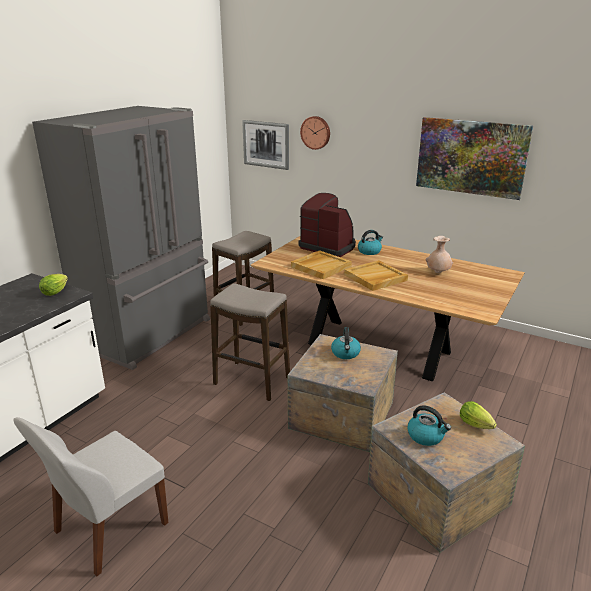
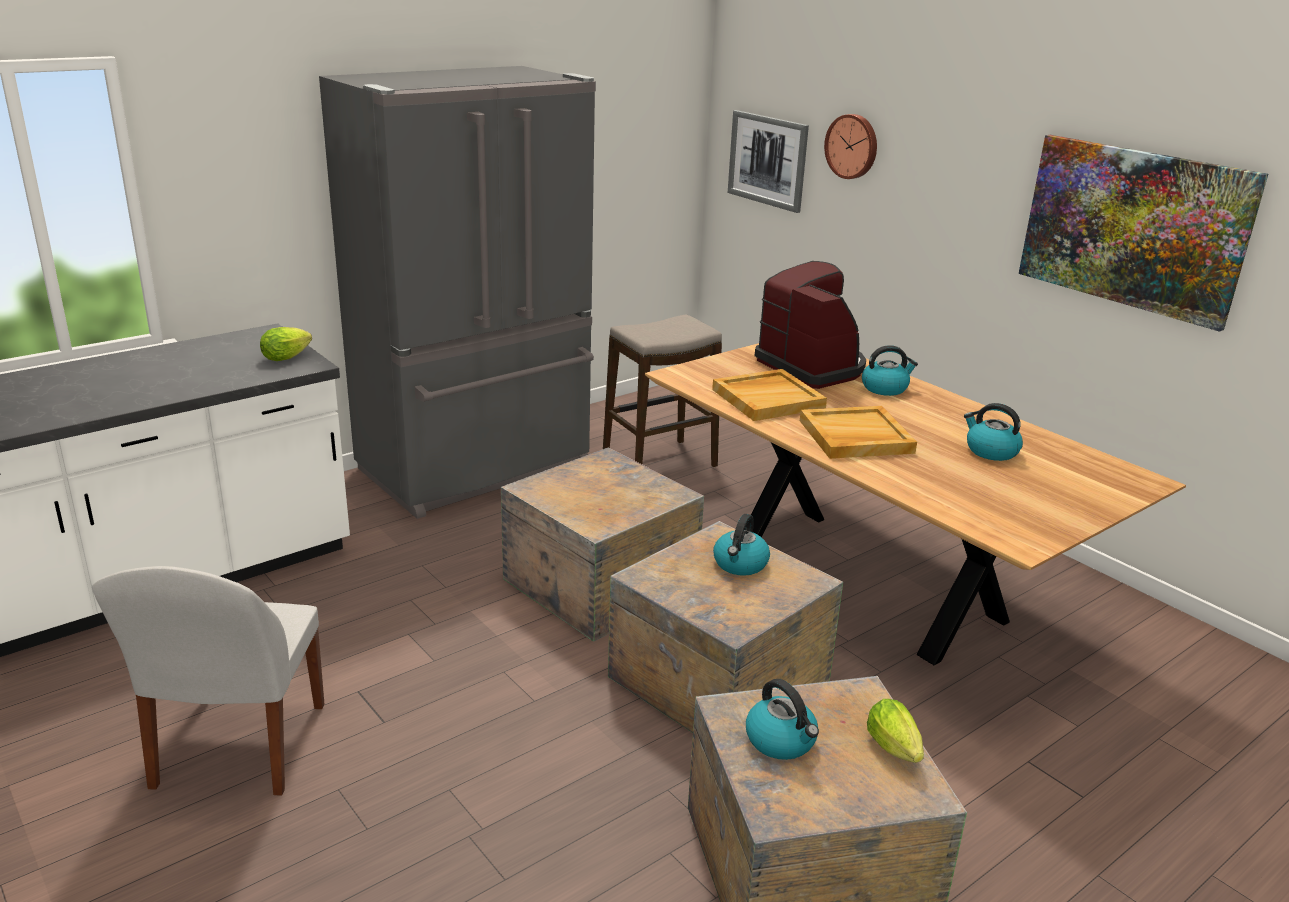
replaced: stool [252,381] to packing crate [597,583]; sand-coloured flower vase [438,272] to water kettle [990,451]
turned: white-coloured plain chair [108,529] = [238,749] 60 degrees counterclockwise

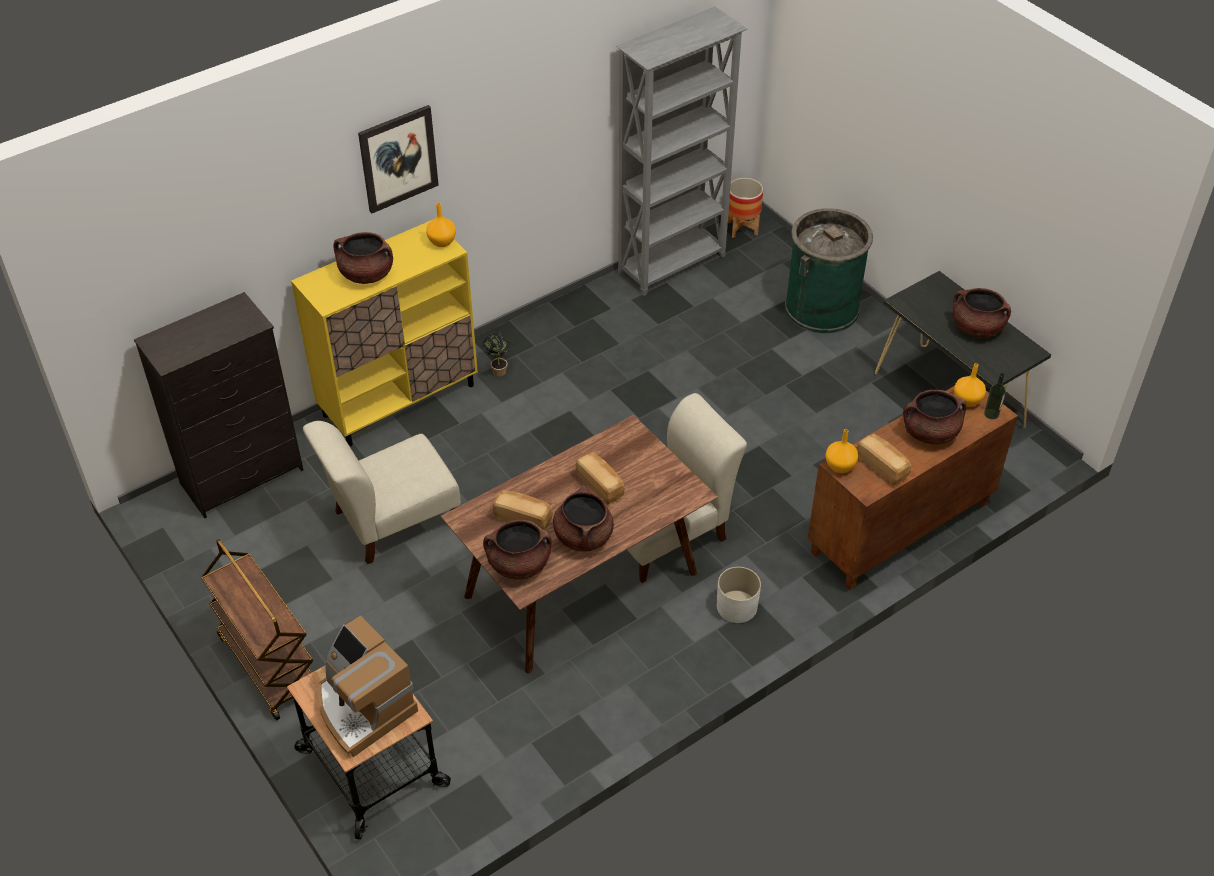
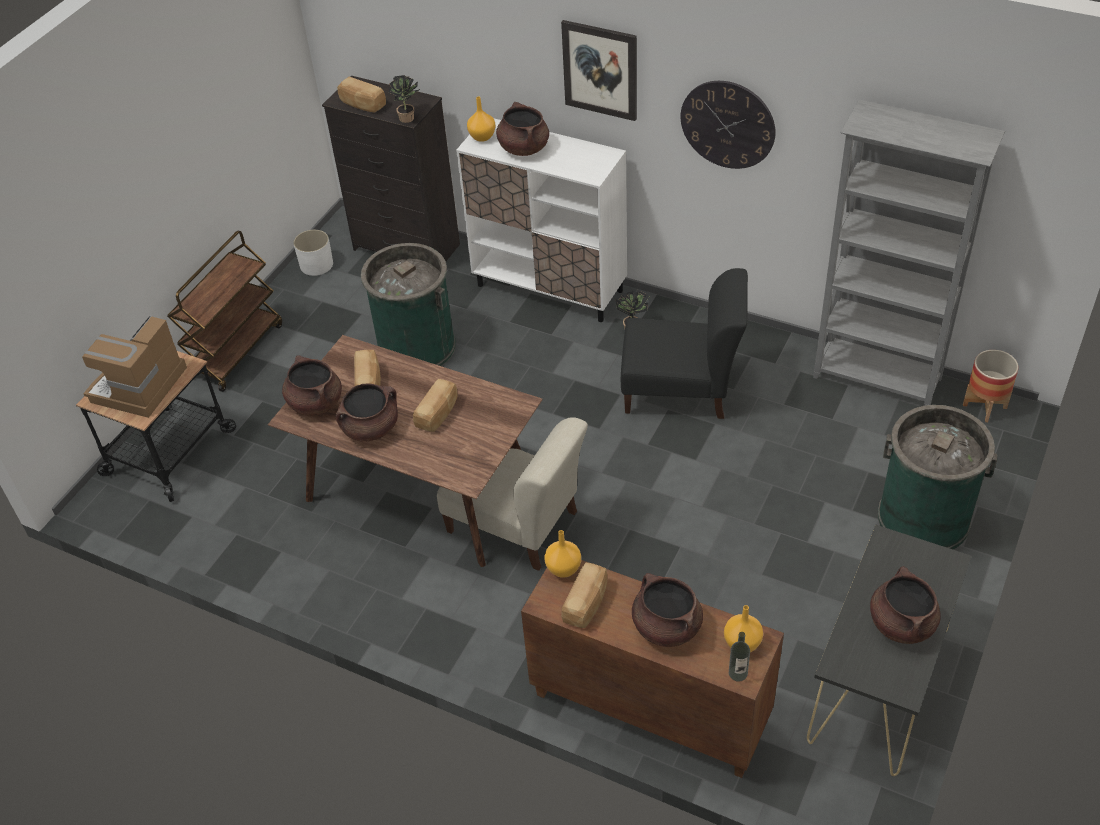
added: baked bread [362,104]; potted plant [409,119]; black plain chair [681,390]; hanging clock [727,124]
moved: orange flower vase [441,242] to [482,136]; white-coloured plant pot [736,606] to [316,264]
replaced: sand-coloured plain chair [391,520] to greenish trash can [416,346]
recoloured: yellow-coloured cabinet [399,400] to white-coloured cabinet [550,288]

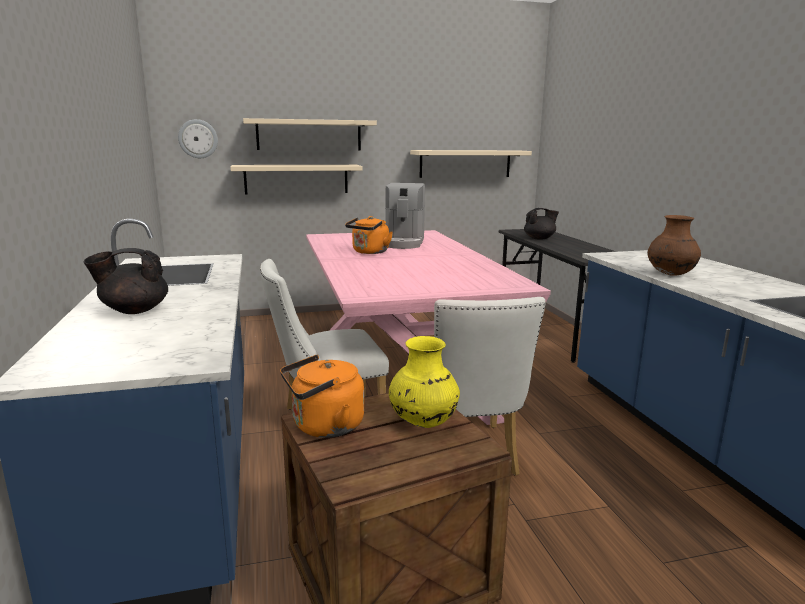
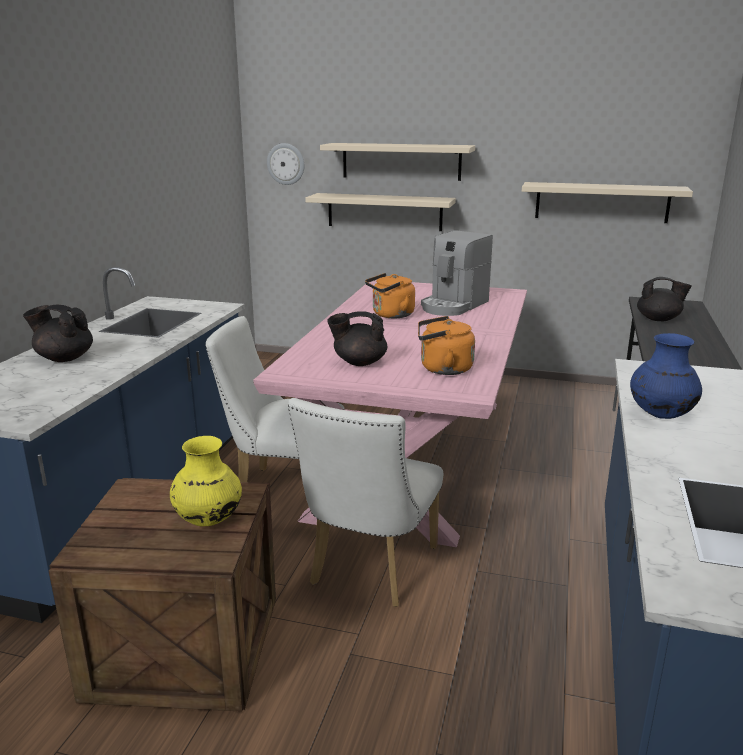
added: black tea pot [359,362]
moved: orange water kettle [324,427] to [442,369]
recoloured: brown-coloured flower vase [670,274] to blue-coloured flower vase [660,415]

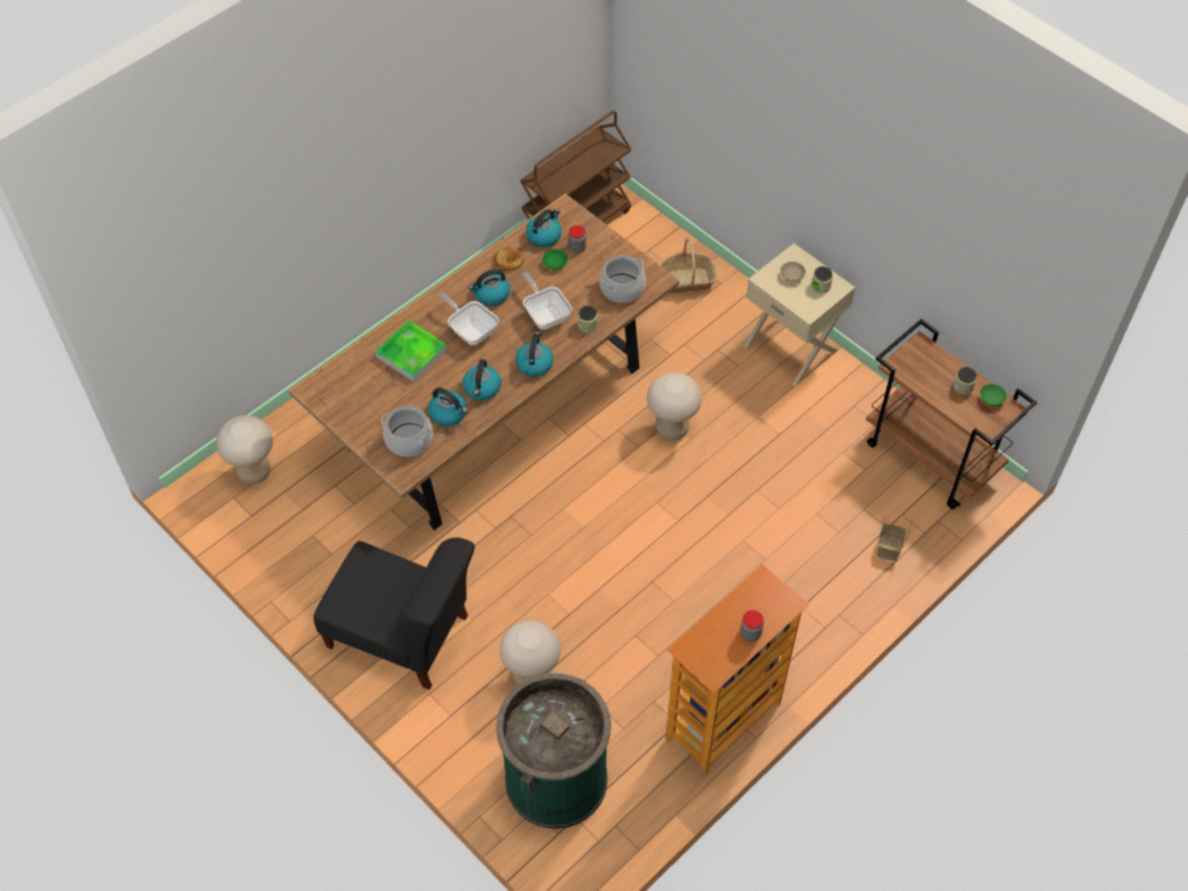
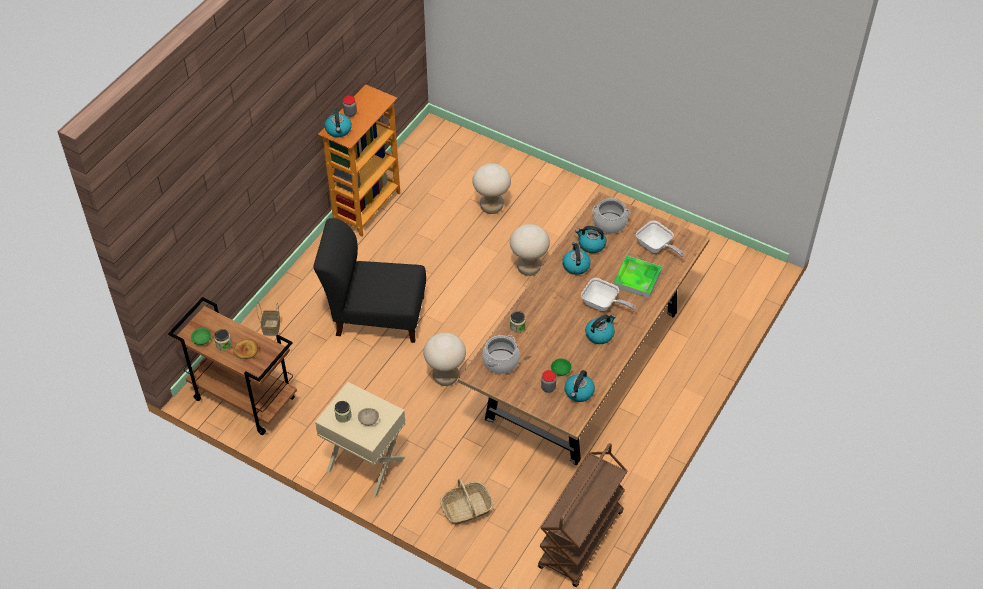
removed: greenish trash can [556,779]
moved: sand-coloured stool [254,472] to [528,268]; black plain chair [403,635] to [375,315]; baked bread [508,261] to [246,350]; water kettle [534,363] to [338,130]; frying pan [545,314] to [656,247]

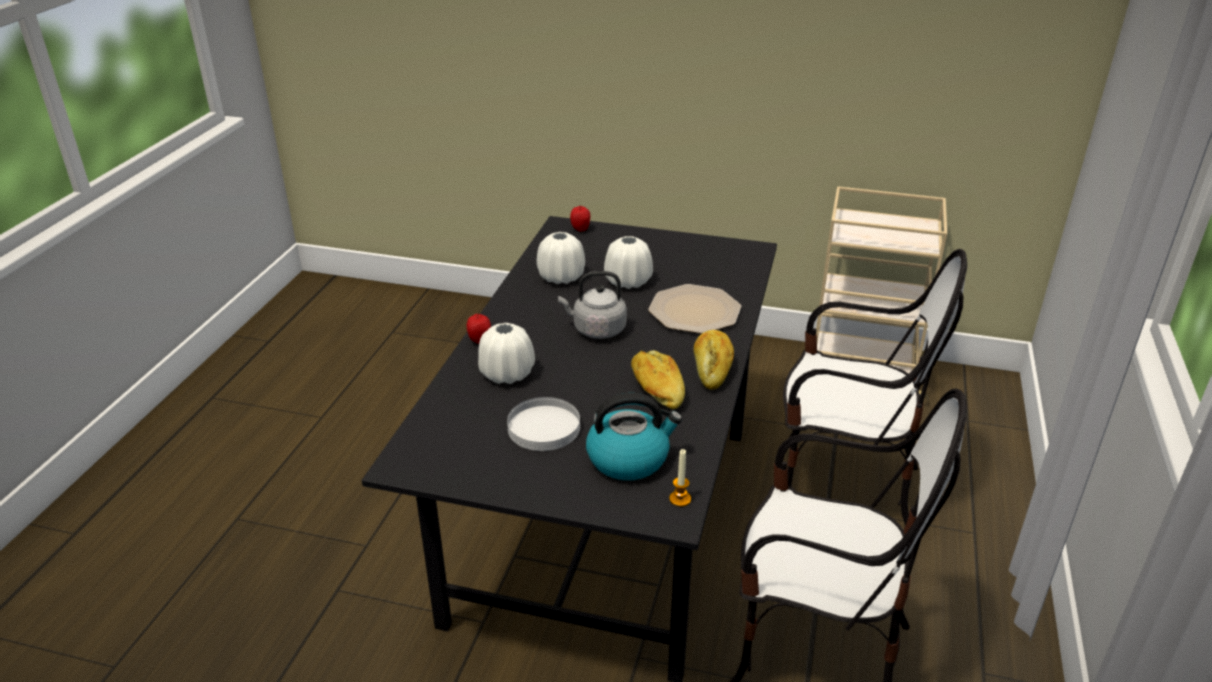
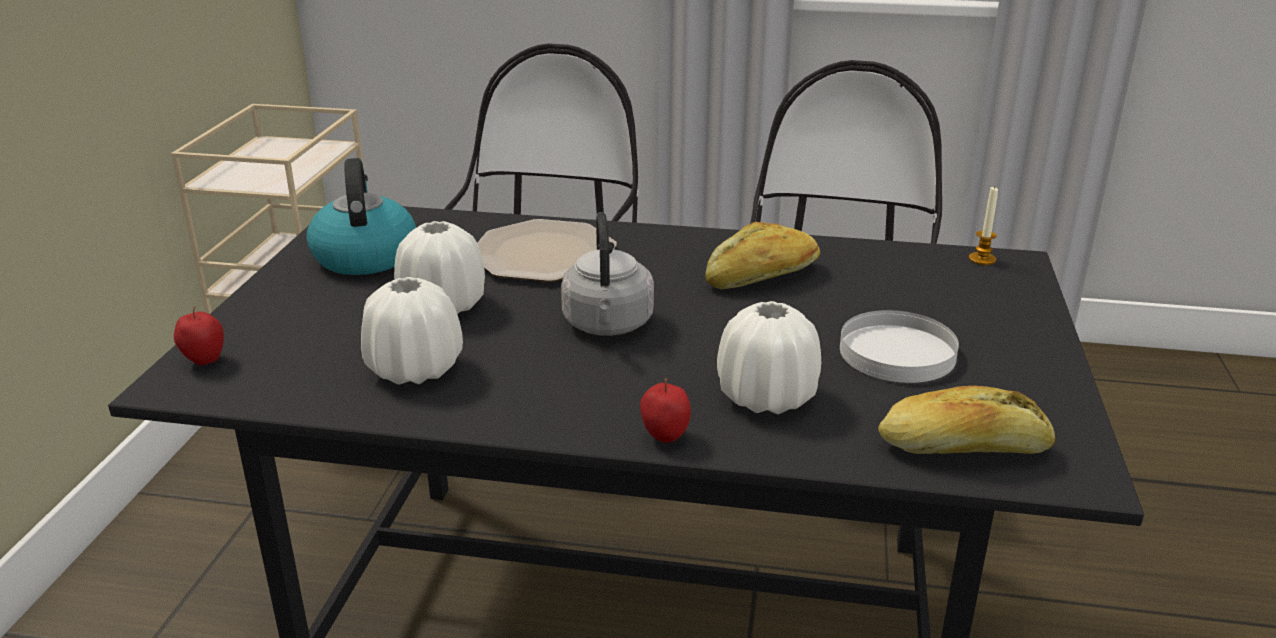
moved: water kettle [629,458] to [364,256]; baked bread [712,368] to [963,448]

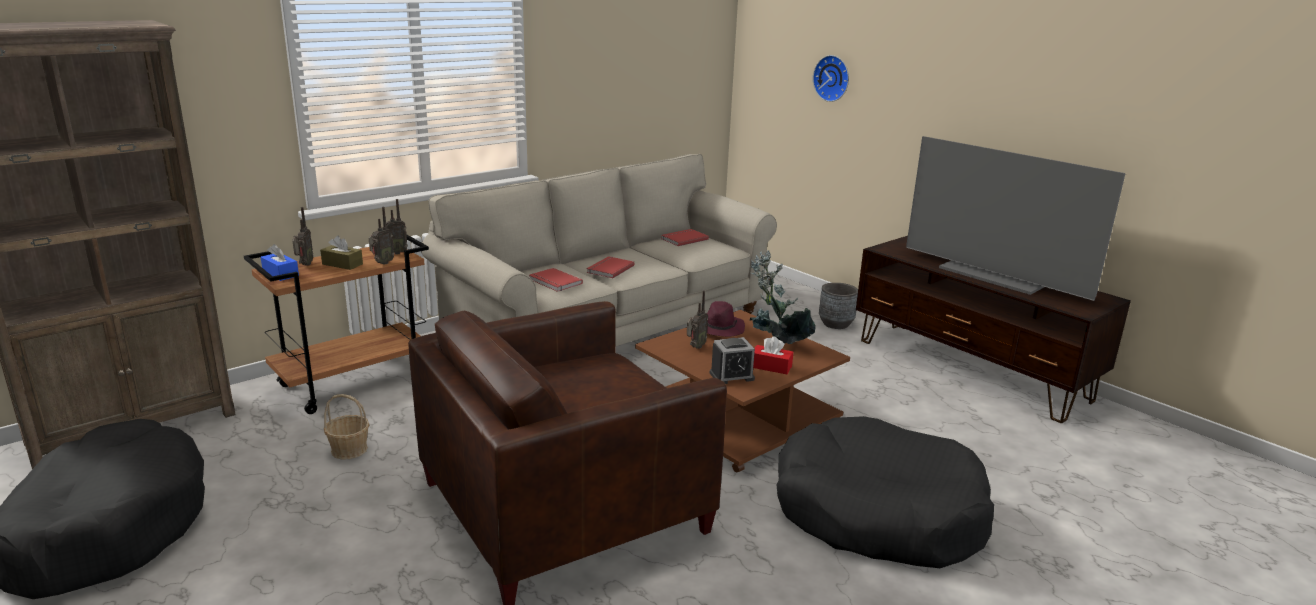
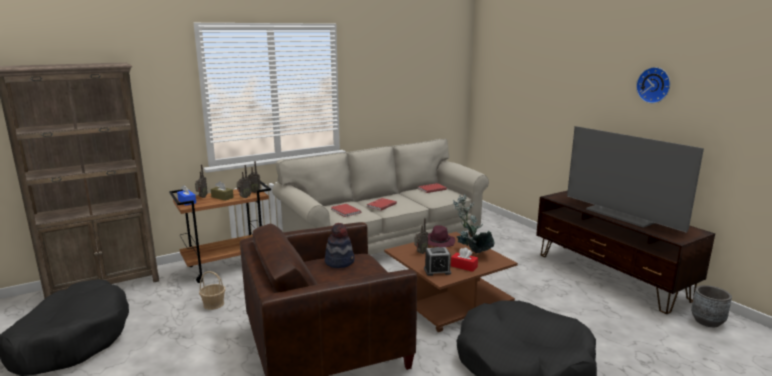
added: clothing hat [339,262]
moved: hanging clock [833,78] to [654,85]; gray plant pot [836,324] to [707,321]

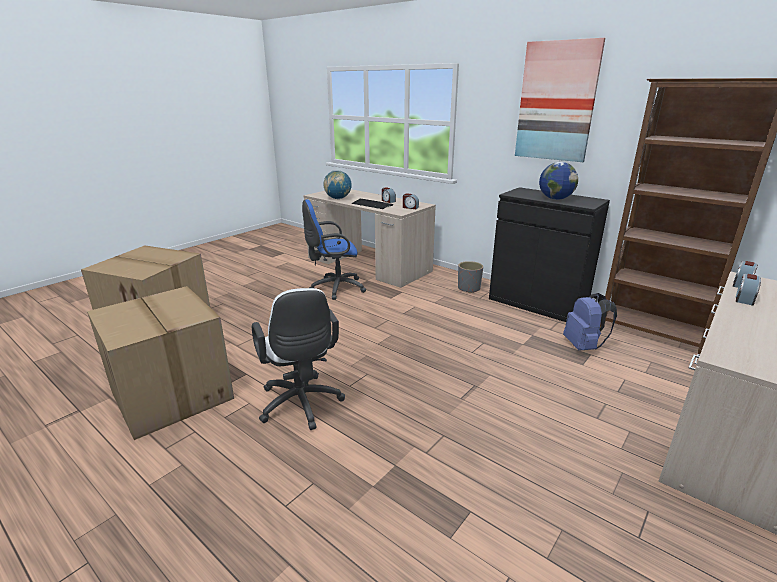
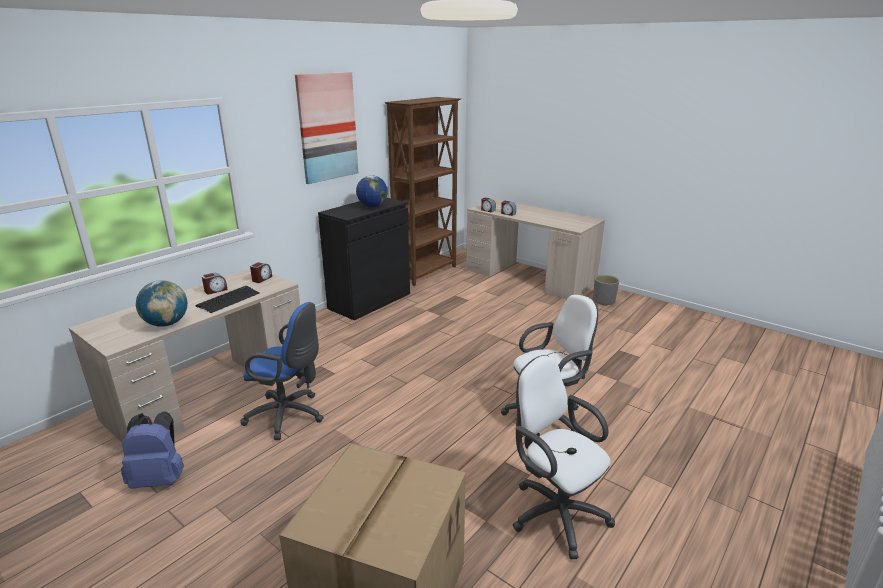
moved: gray plant pot [469,288] to [603,301]; blue-coloured knapsack [583,346] to [160,478]
replaced: packing box [174,395] to white-coloured computer chair [554,512]
turned: blue-coloured computer chair [334,288] = [289,416] 60 degrees counterclockwise

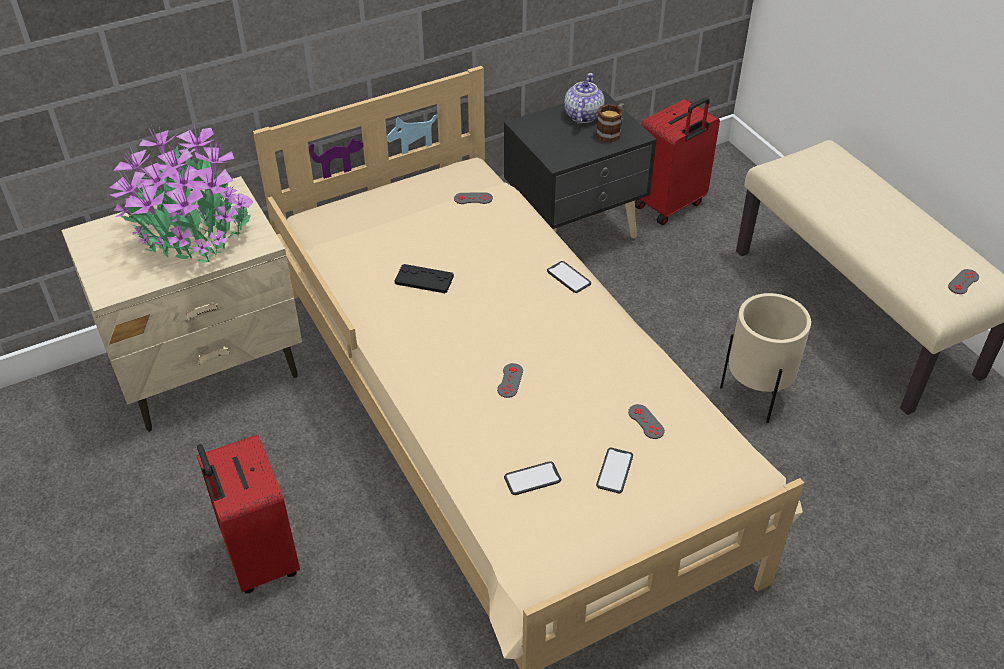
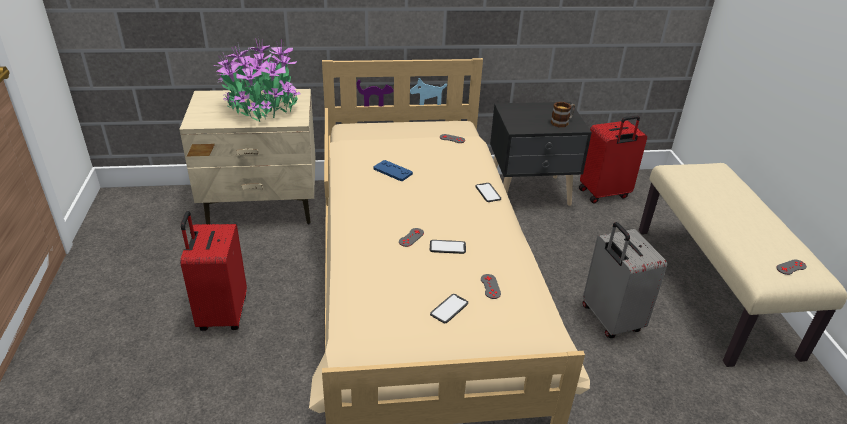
removed: tea pot [582,116]
moved: handset [532,479] to [447,247]
replaced: sand-coloured plant pot [755,395] to gray piece of luggage [609,320]
recoloured: black game controller [424,280] to blue-coloured game controller [392,171]

